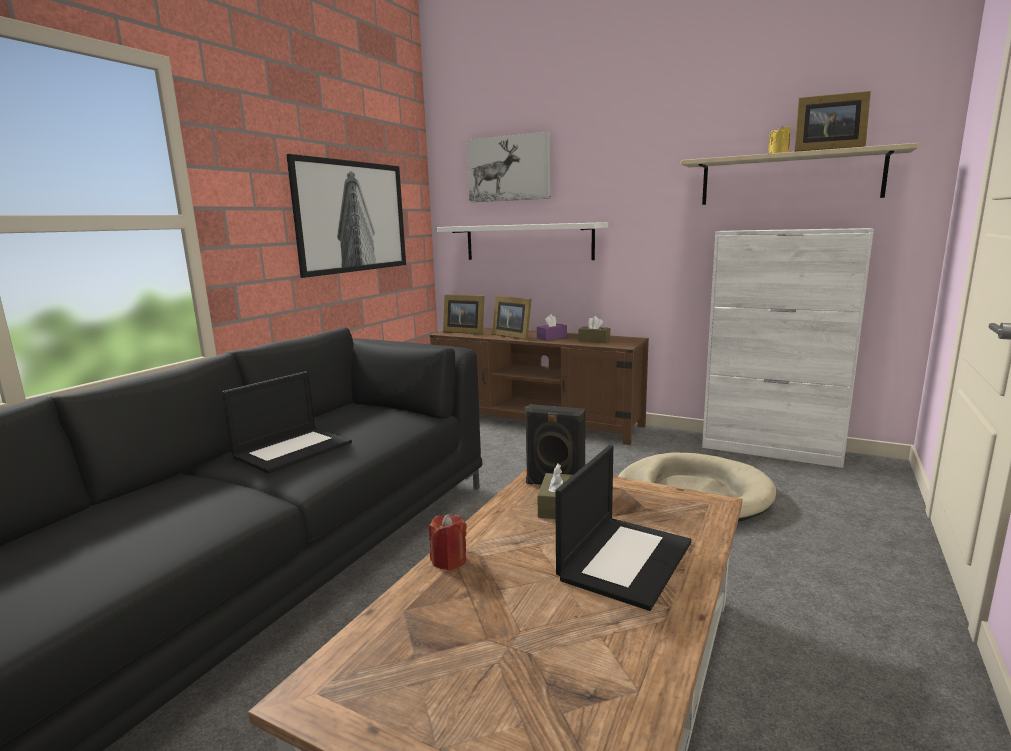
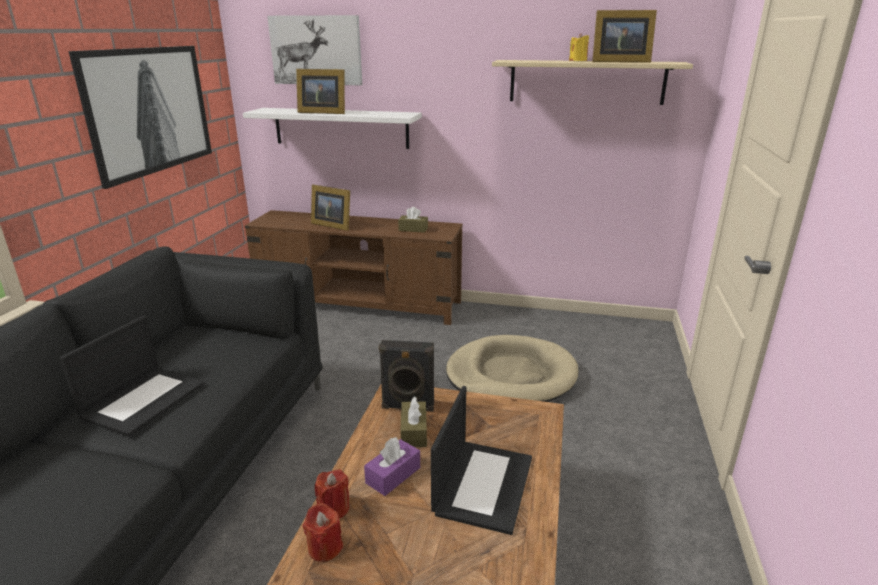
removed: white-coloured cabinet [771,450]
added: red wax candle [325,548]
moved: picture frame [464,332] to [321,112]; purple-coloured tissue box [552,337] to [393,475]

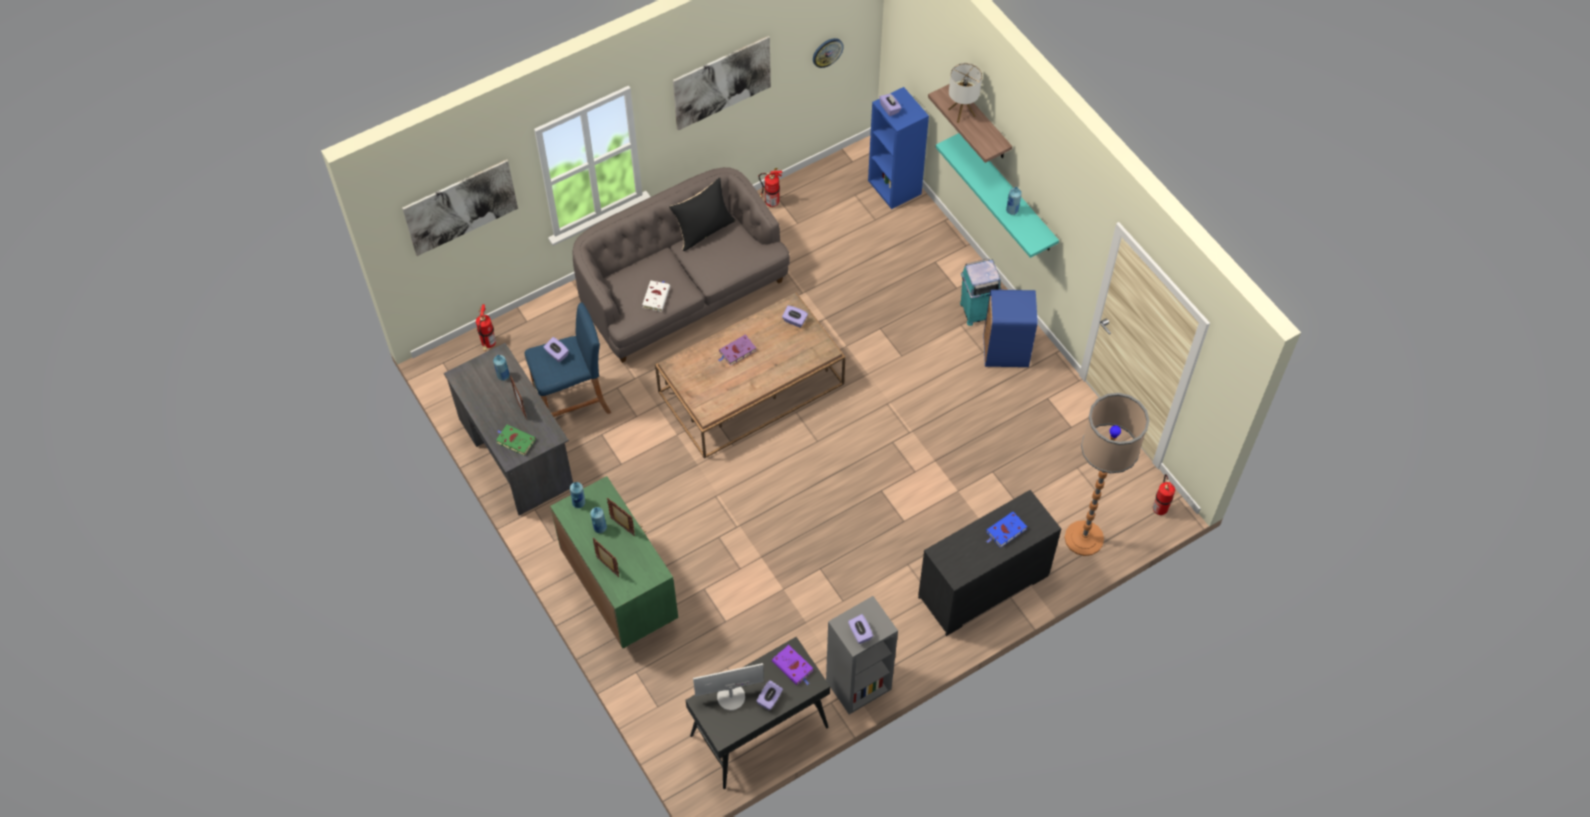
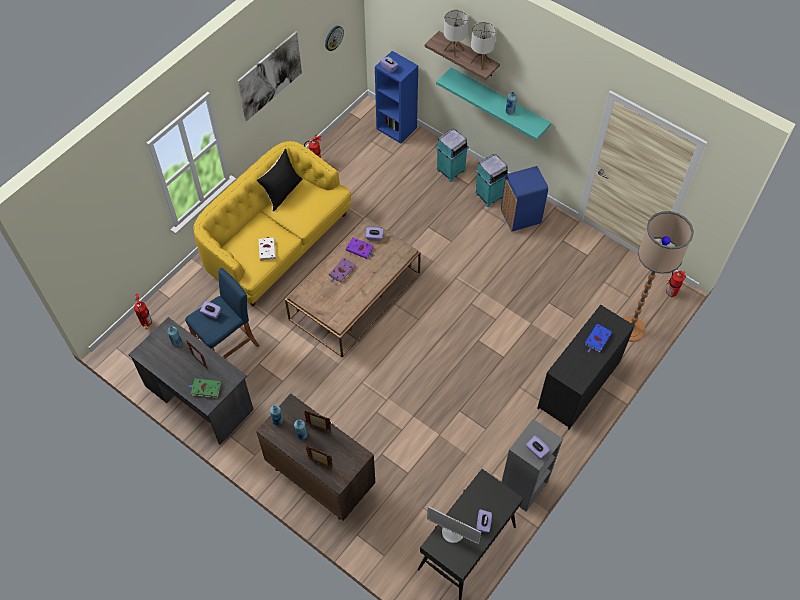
removed: wall picture [460,207]
added: turquoise-coloured trash can [450,170]; lamp for a table [480,62]
moved: purple-coloured bound book [793,667] to [360,249]
recoloured: greenish cabinet [620,592] to brown-coloured cabinet [320,477]; gray settee [682,292] to yellow-coloured settee [277,243]
turned: computer screen [730,696] = [453,532] 120 degrees counterclockwise

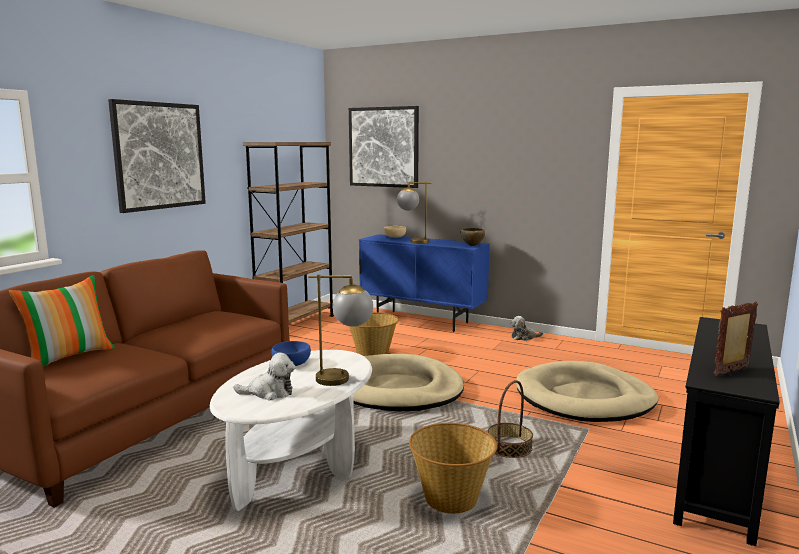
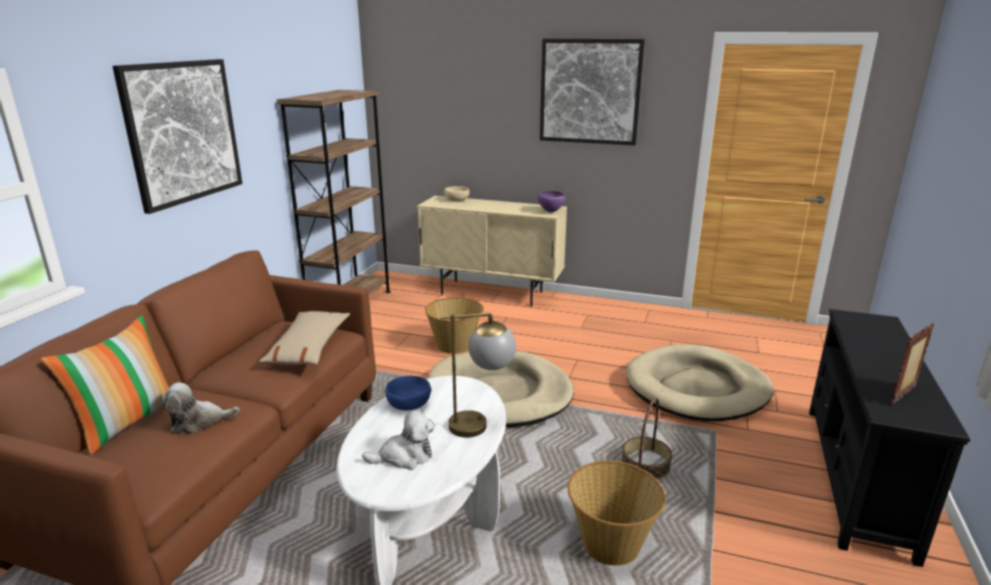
removed: lamp for a table [412,242]
added: sand-coloured cushion [308,348]
moved: wall picture [383,147] to [590,92]; cuddly toy [524,337] to [198,422]
recoloured: blue-coloured cabinet [422,321] to sand-coloured cabinet [492,293]; brown-coloured serving bowl [472,246] to purple-coloured serving bowl [551,212]

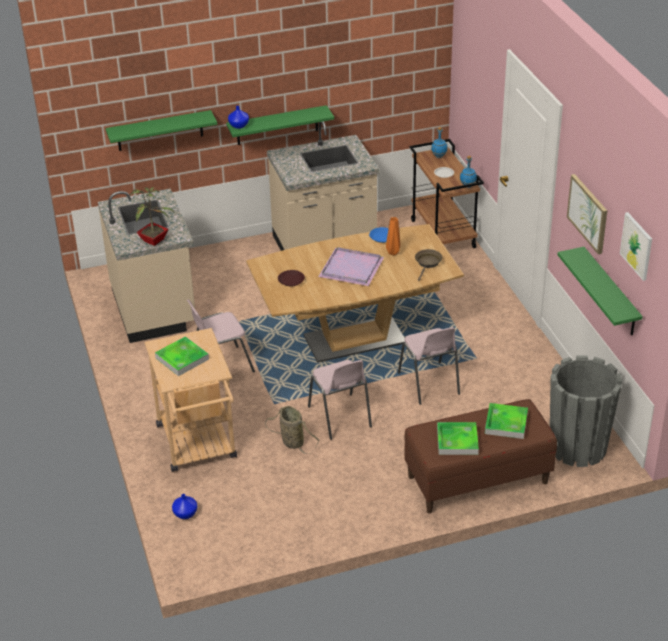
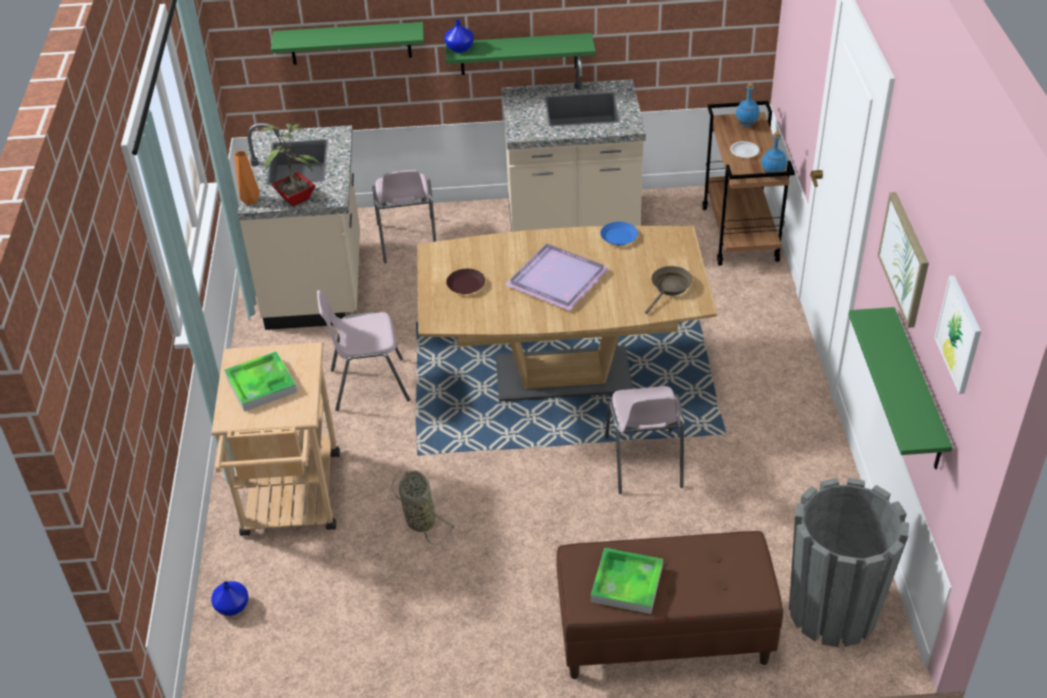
removed: carrying tray [506,423]
moved: pinkish plain chair [340,417] to [407,241]; orange flower vase [392,252] to [249,201]

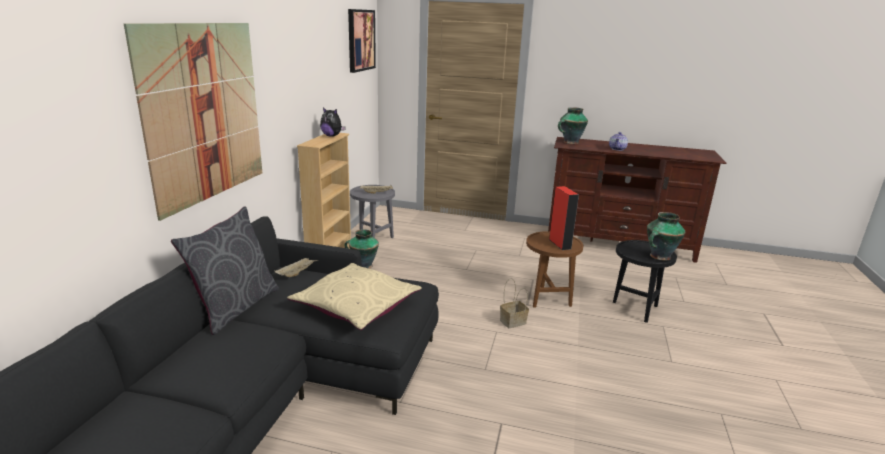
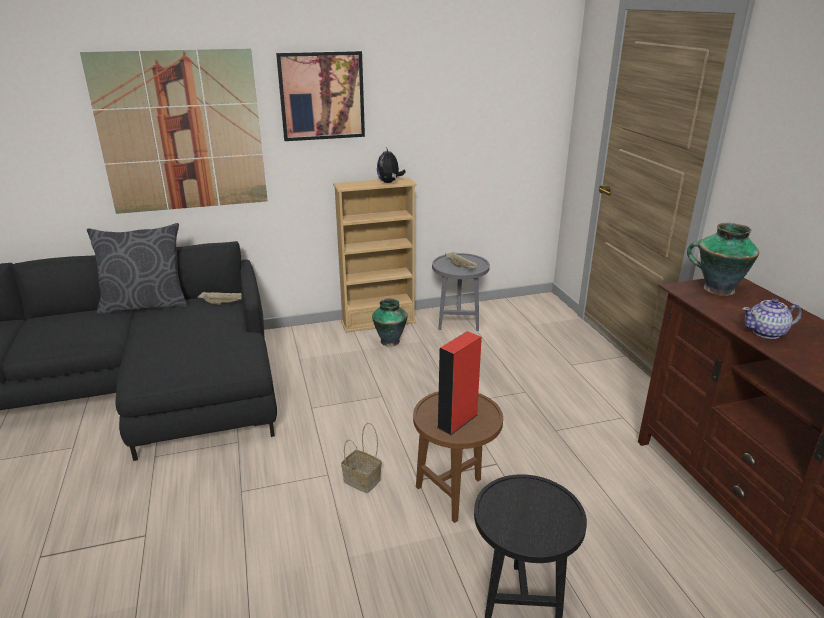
removed: sand-coloured cushion [356,305]; flower vase [659,256]
moved: wall picture [360,40] to [321,96]

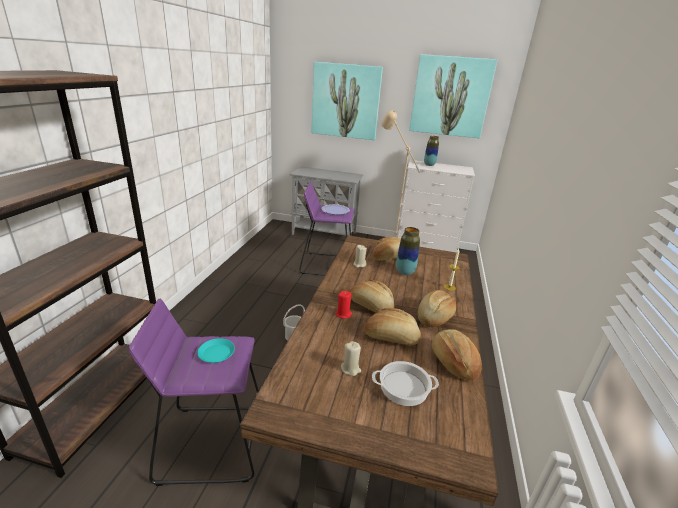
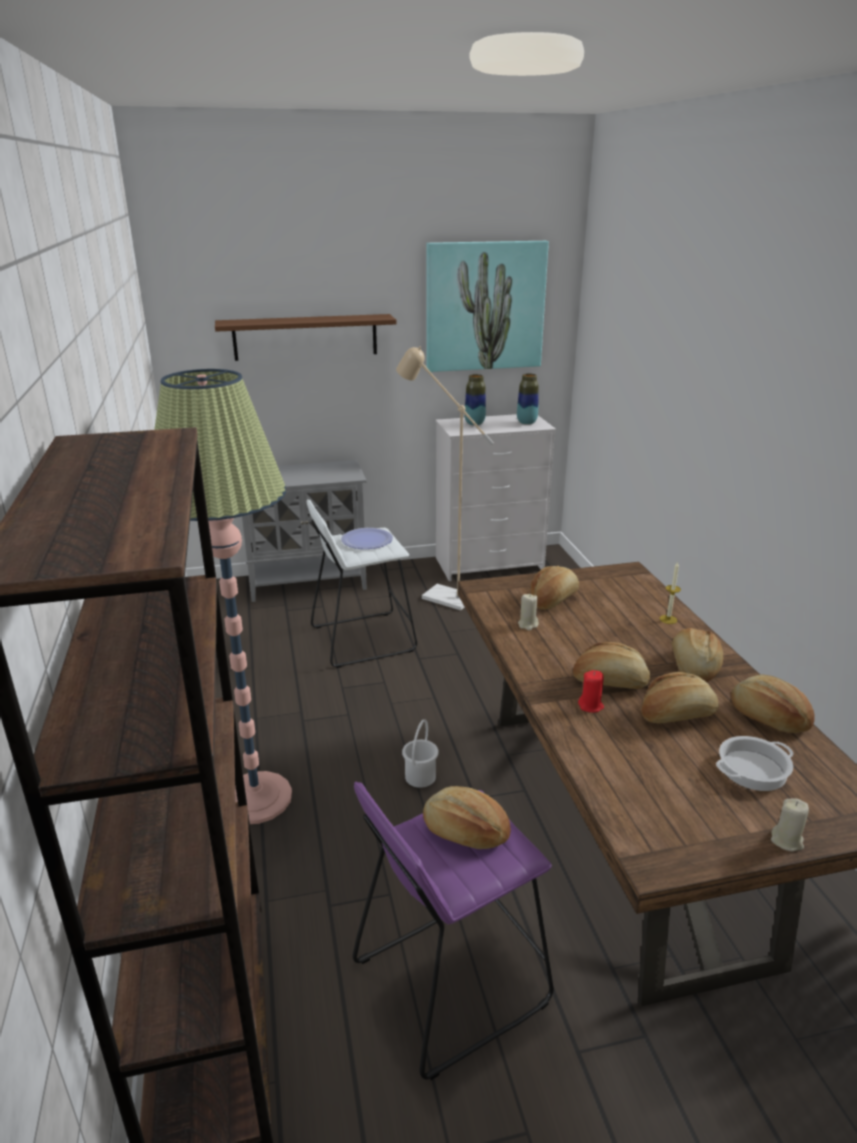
added: standing lamp [256,798]
moved: sand-coloured wax candle [350,369] to [787,841]; flower vase [405,272] to [526,422]
replaced: turquoise-coloured dinner plate [216,353] to baked bread [465,832]; wall picture [345,101] to brown-coloured shelf [305,337]
recoloured: purple-coloured stool [326,265] to white-coloured stool [362,638]

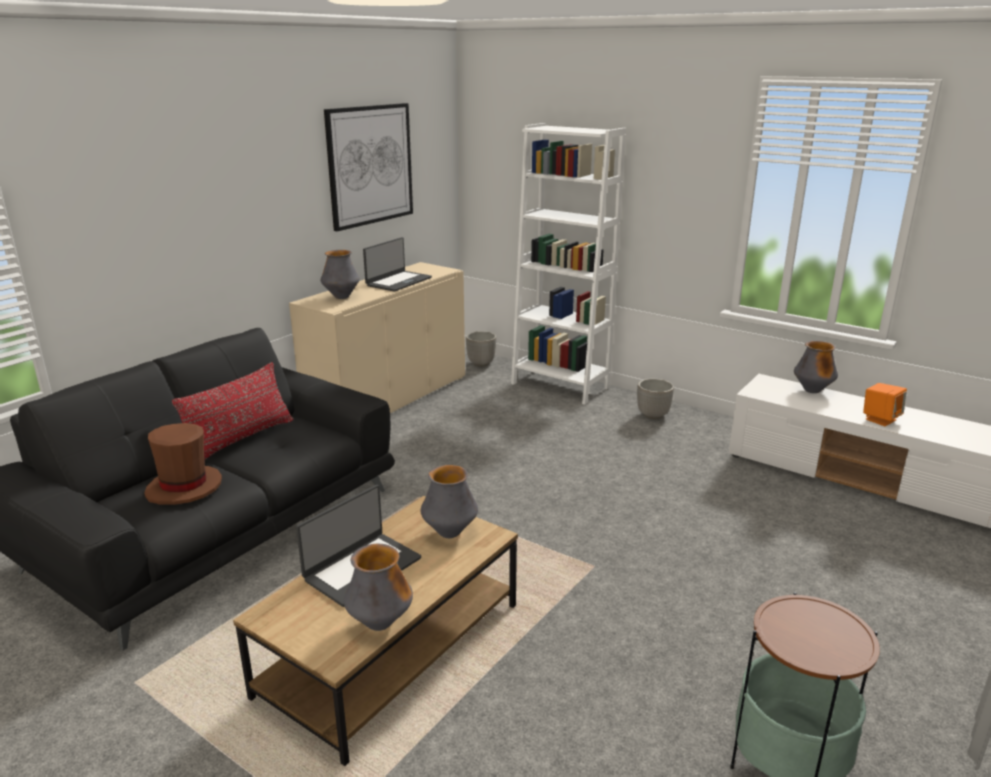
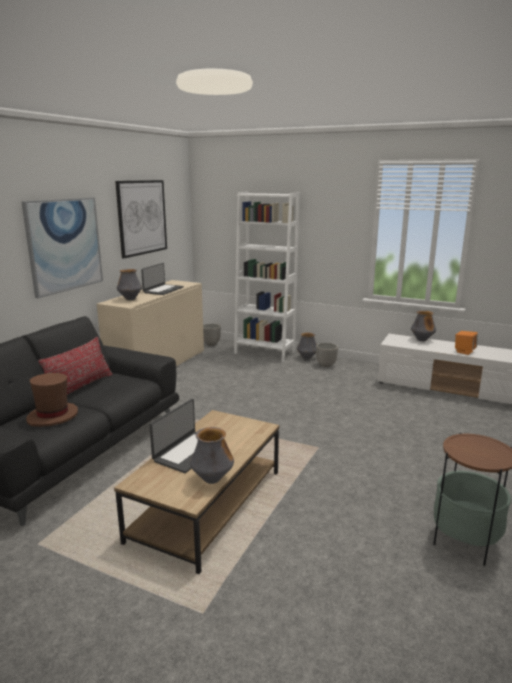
added: wall picture [64,245]
moved: flower vase [449,533] to [307,358]

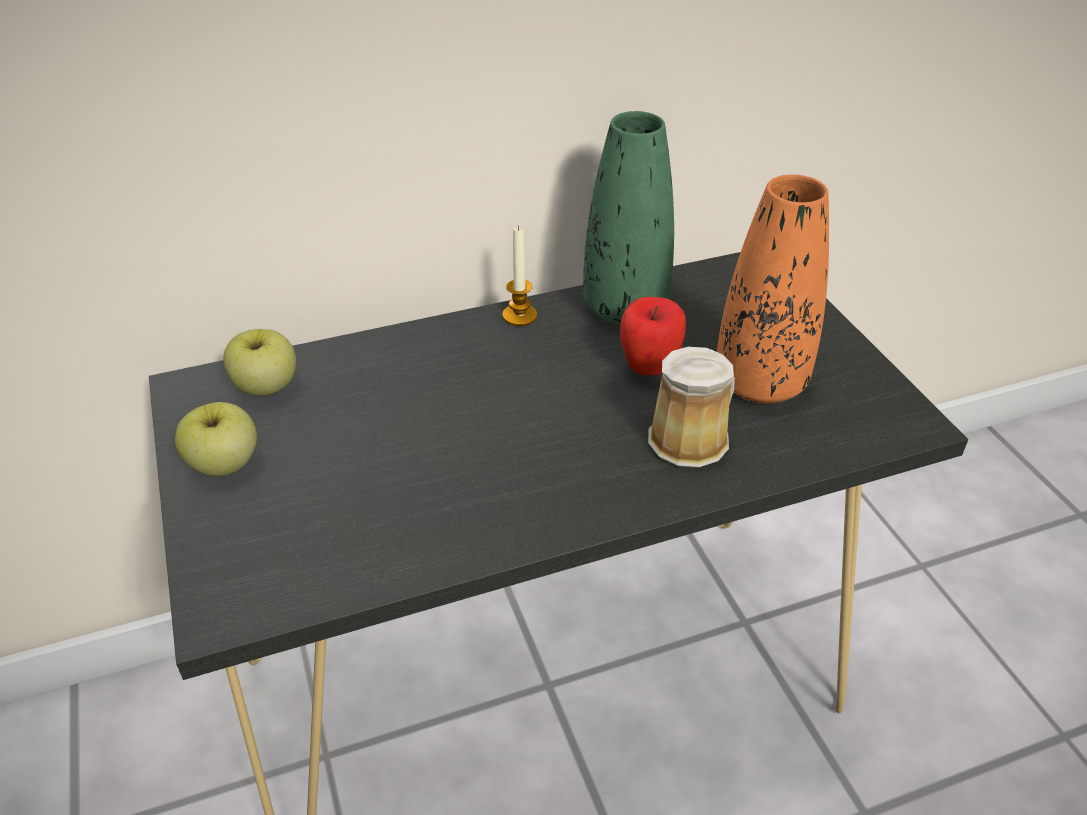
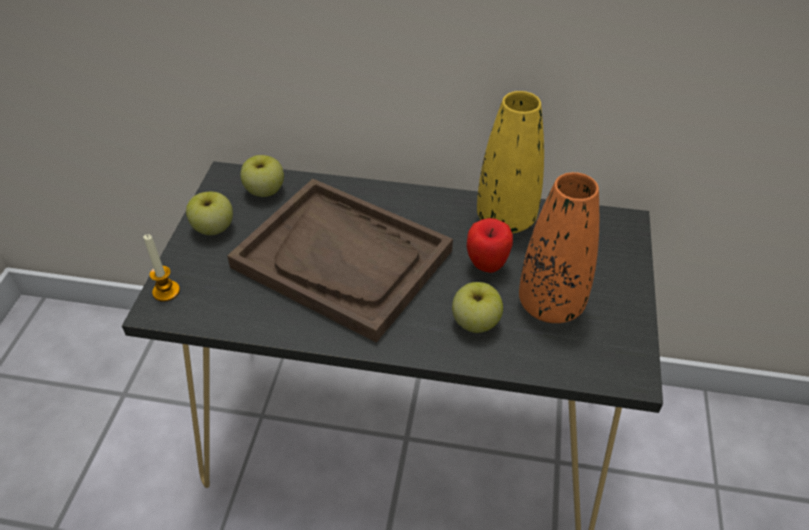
added: brown-coloured carrying tray [343,259]
moved: wax candle [519,316] to [166,291]
replaced: coffee mug [692,438] to apple fruit [475,322]
recoloured: greenish flower vase [625,309] to yellow-coloured flower vase [505,220]

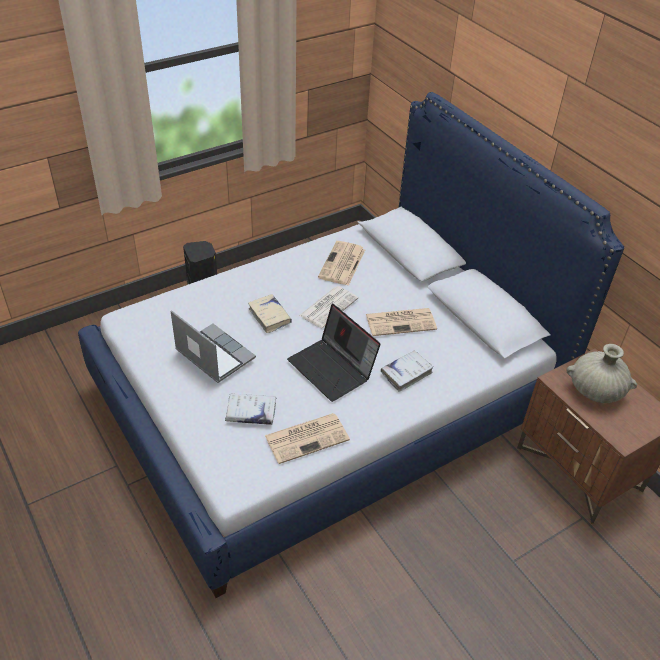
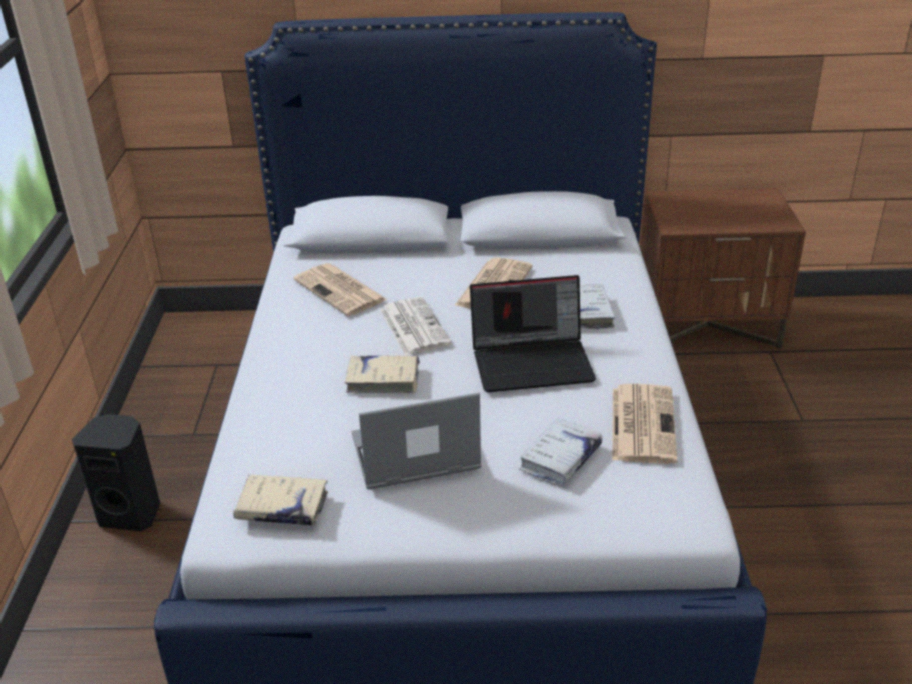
removed: sand-coloured flower vase [595,390]
added: sand-coloured bound book [282,508]

